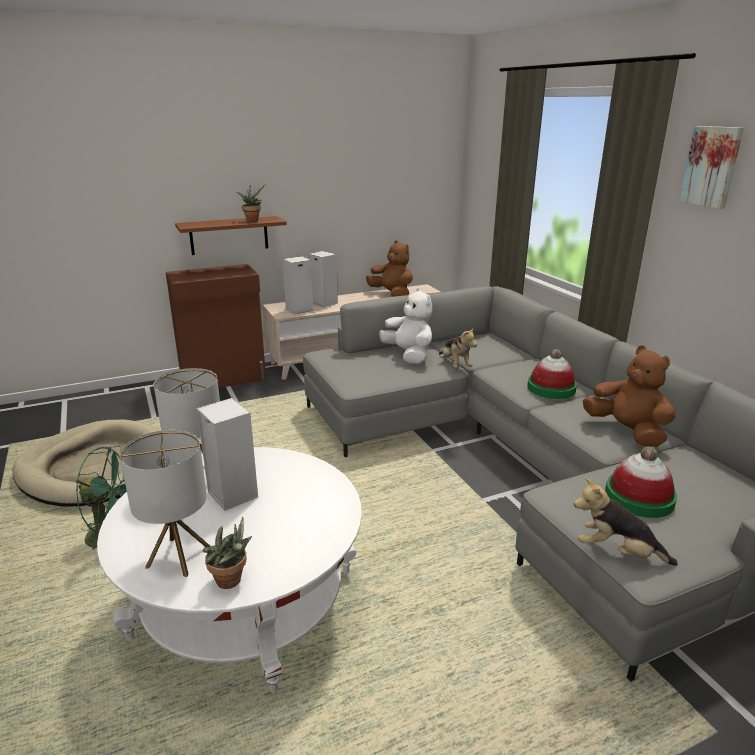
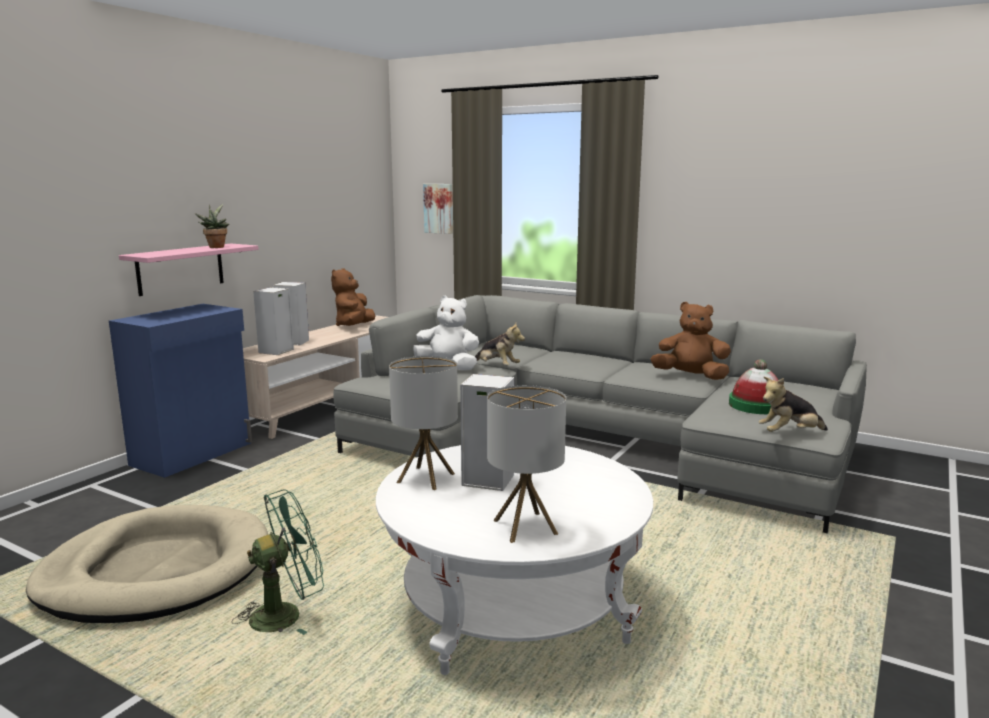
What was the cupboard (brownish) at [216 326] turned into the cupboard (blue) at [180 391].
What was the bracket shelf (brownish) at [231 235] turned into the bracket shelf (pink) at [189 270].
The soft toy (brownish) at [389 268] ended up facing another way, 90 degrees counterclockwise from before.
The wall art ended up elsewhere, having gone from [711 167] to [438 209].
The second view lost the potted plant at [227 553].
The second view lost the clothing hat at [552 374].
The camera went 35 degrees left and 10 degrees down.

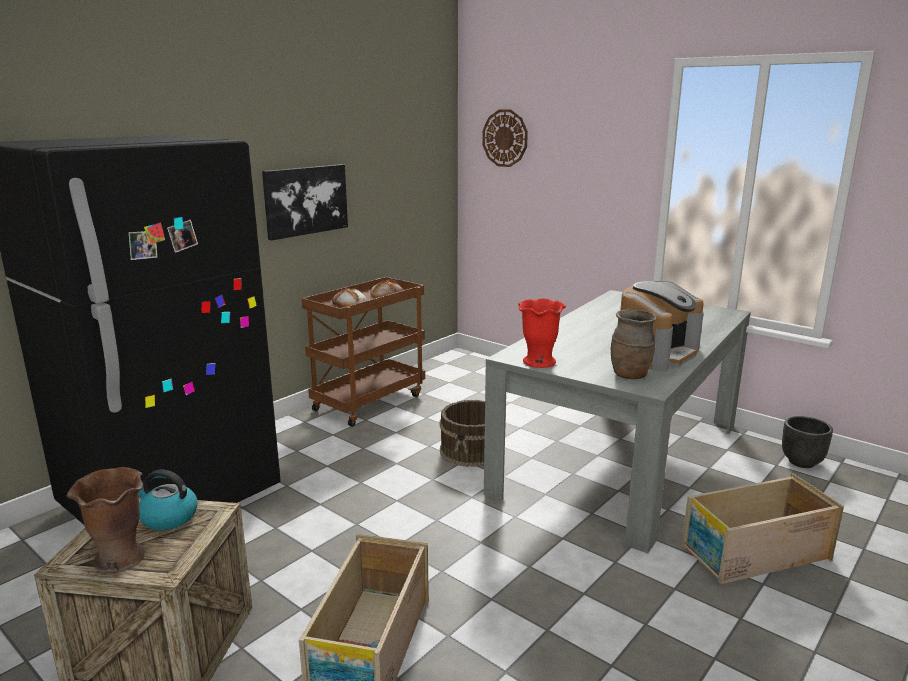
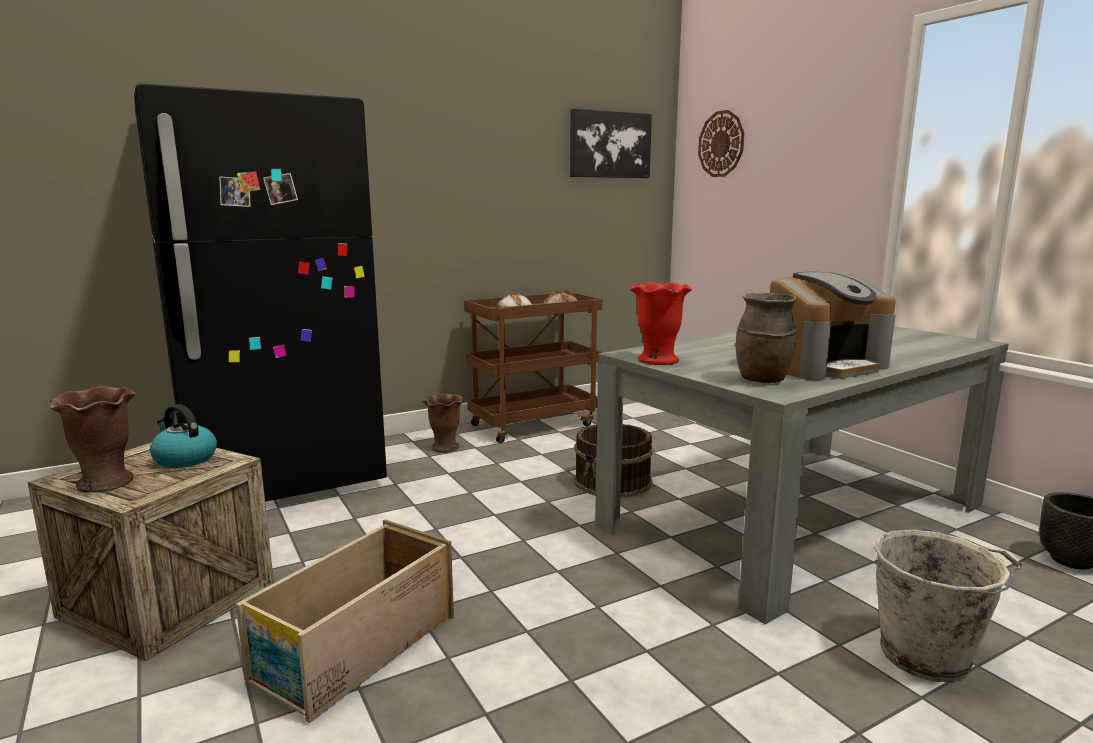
The second view gained the vase (brownish) at [443 422].
The wall art ended up elsewhere, having gone from [305 202] to [611 143].
Where the shipping crate stood at [762 529], the pail (grey) came to stand at [948 605].
The camera went 20 degrees right and 5 degrees down.

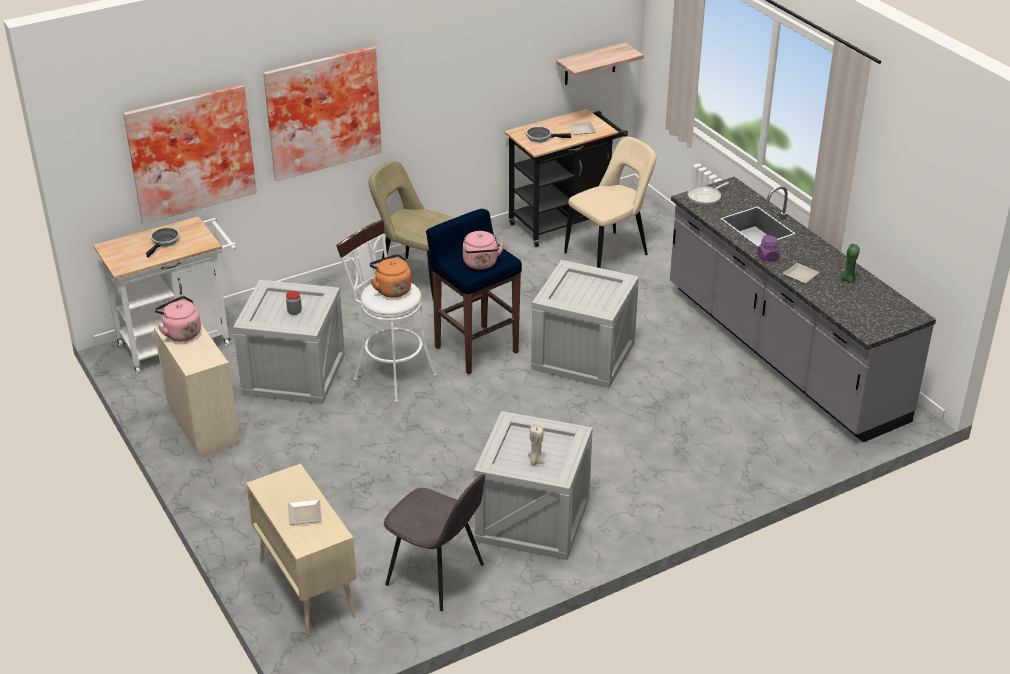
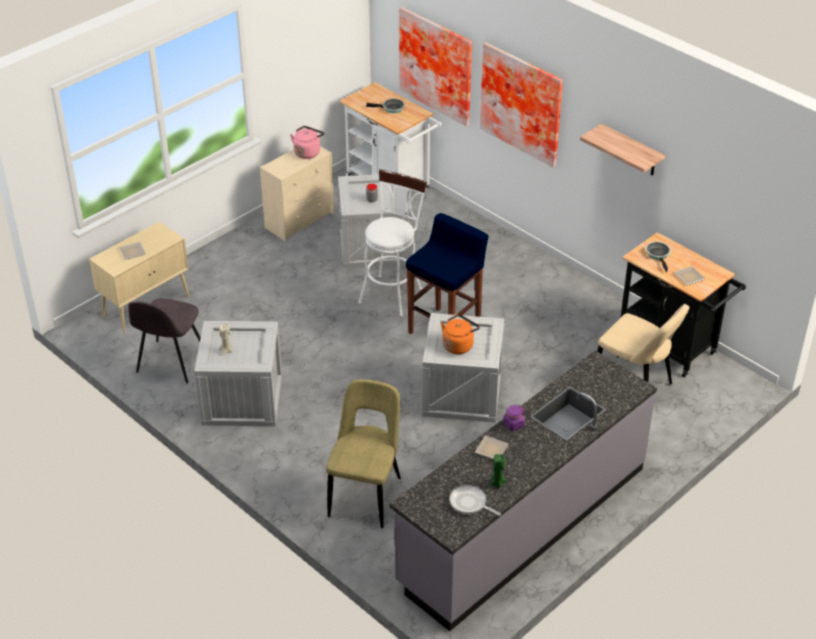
The chair (beige-coloured) ended up elsewhere, having gone from [411 230] to [363 453].
The water kettle (orangey) ended up elsewhere, having gone from [390 276] to [460 334].
The skillet ended up elsewhere, having gone from [708 194] to [475 500].
The bracket shelf ended up elsewhere, having gone from [600 63] to [622 150].
The second view lost the water kettle (pink) at [484 250].
The camera went 75 degrees right and 5 degrees up.

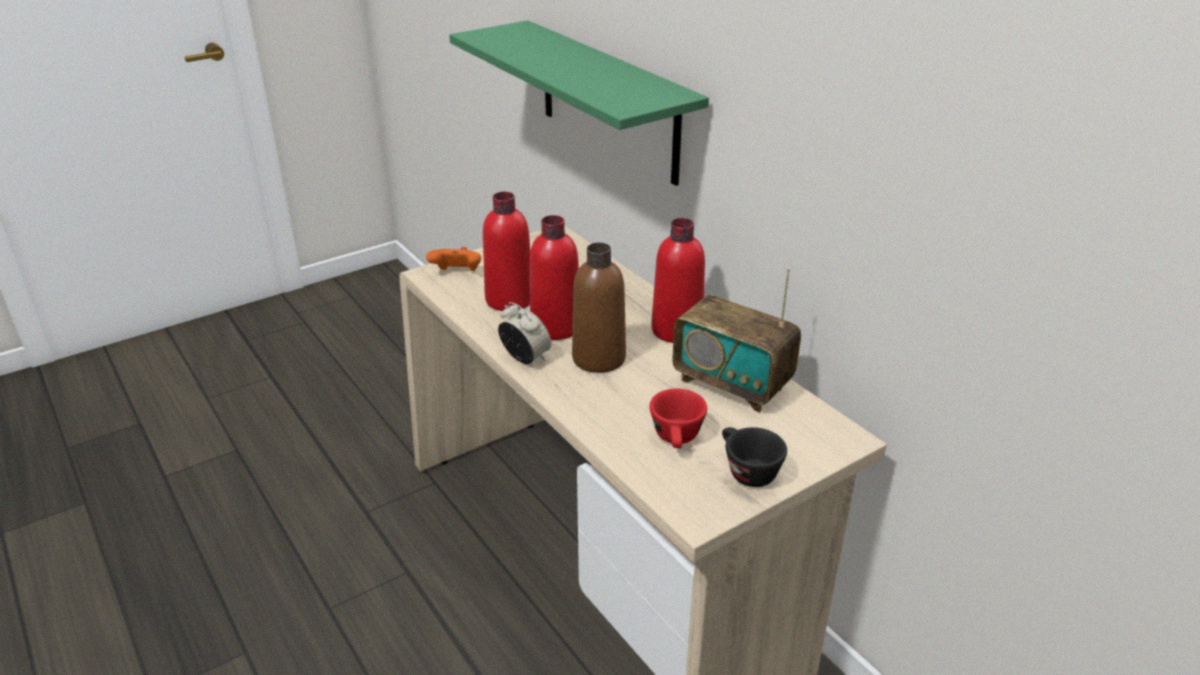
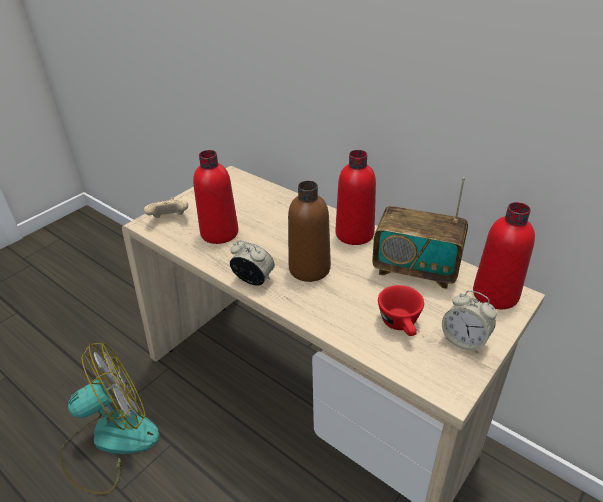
The second view gained the cooling fan at [109 419].
What was the gamepad (orangey) at [453 259] turned into the gamepad (beige-coloured) at [166 208].
Where the small cup (black) stood at [754 457], the table clock came to stand at [469 321].
The bottle (red) ended up elsewhere, having gone from [554 277] to [504 255].
The second view lost the bracket shelf (green-coloured) at [579 103].
The camera went 15 degrees left and 5 degrees up.

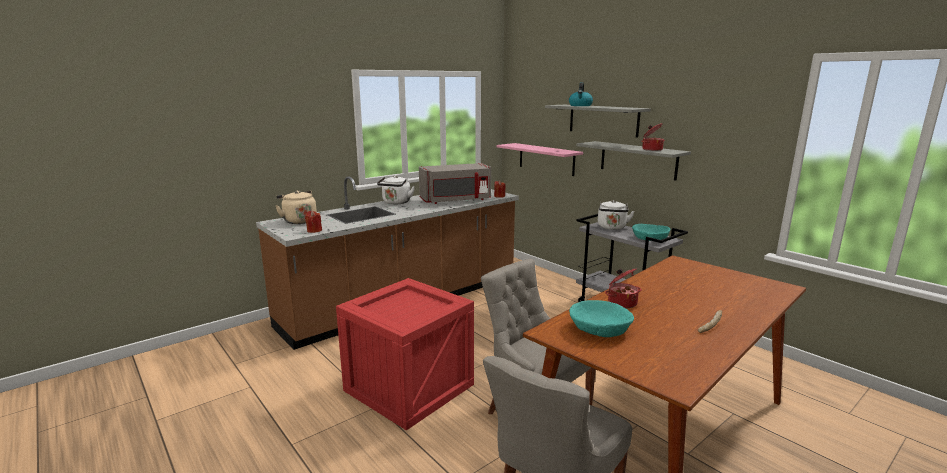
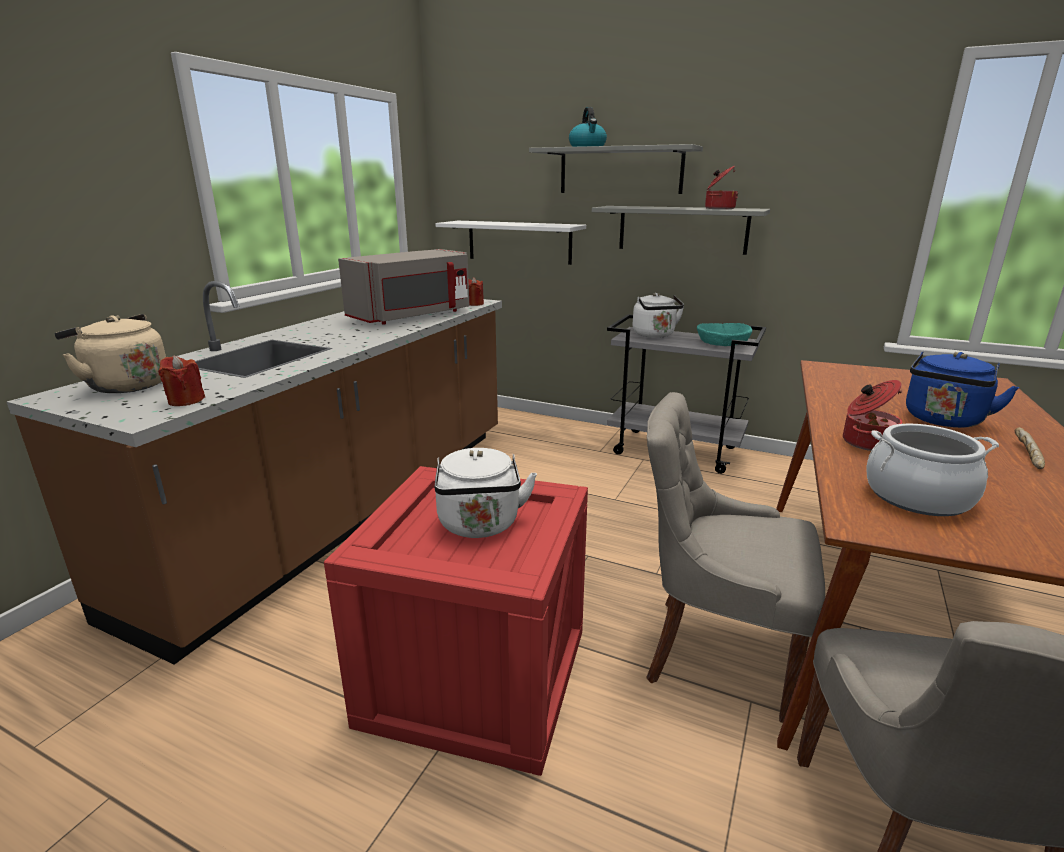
What was the bracket shelf (pink) at [539 159] turned into the bracket shelf (white) at [510 243].
The water kettle (white) ended up elsewhere, having gone from [396 189] to [486 493].
Where the bowl (blue-green) stood at [601 318], the saucepot came to stand at [932 470].
The second view gained the water kettle (blue) at [962 389].
The camera went 25 degrees left and 5 degrees up.

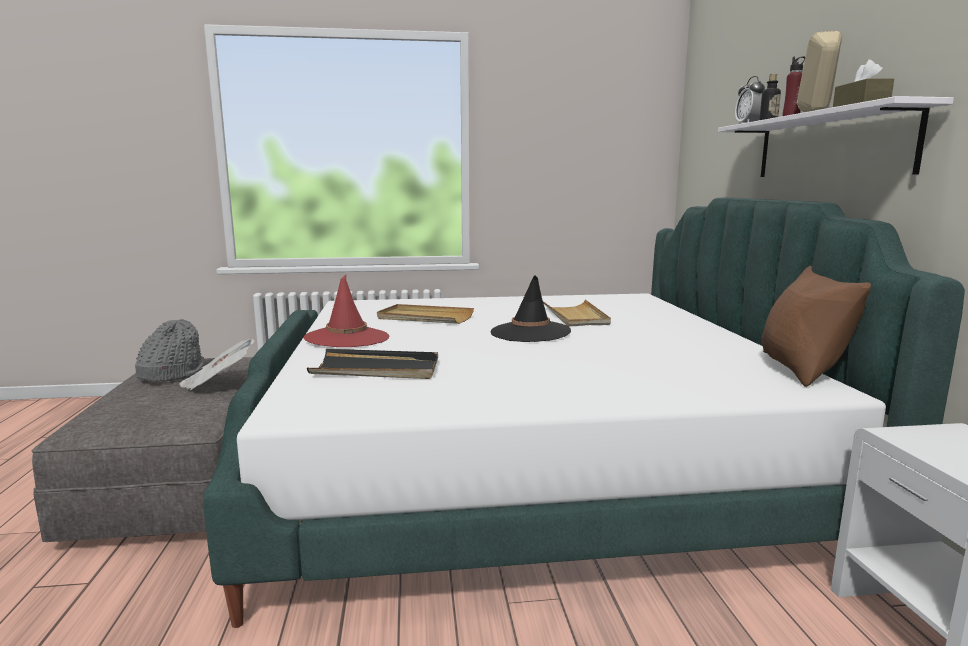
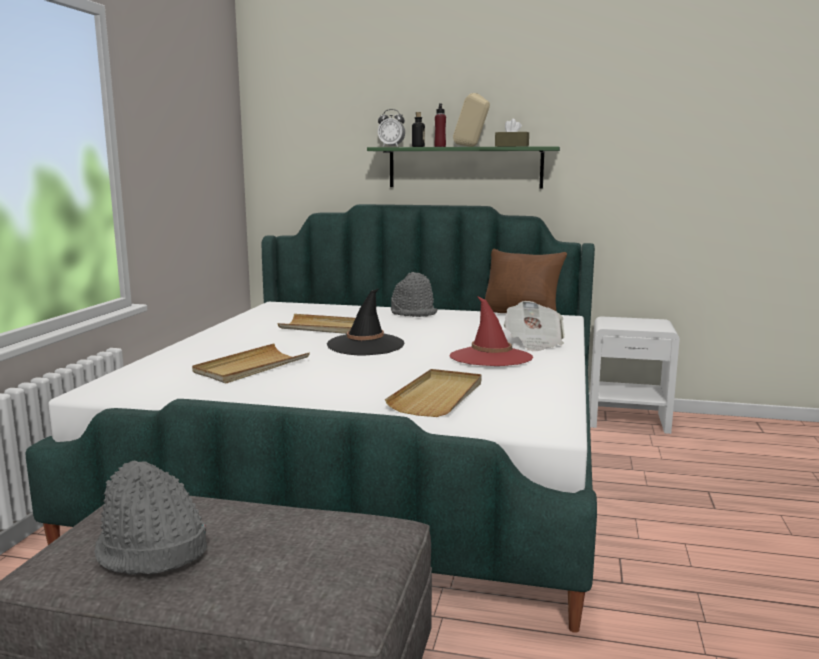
What was the bracket shelf (white) at [836 136] turned into the bracket shelf (green-coloured) at [463 167].
What was the tray (black) at [372 364] turned into the tray (beige-coloured) at [433 393].
The second view gained the clothing hat (grey) at [414 294].
The clothing hat (red) ended up elsewhere, having gone from [346 310] to [491 331].
The printed paper ended up elsewhere, having gone from [217 365] to [534 326].
The camera went 70 degrees left and 0 degrees up.

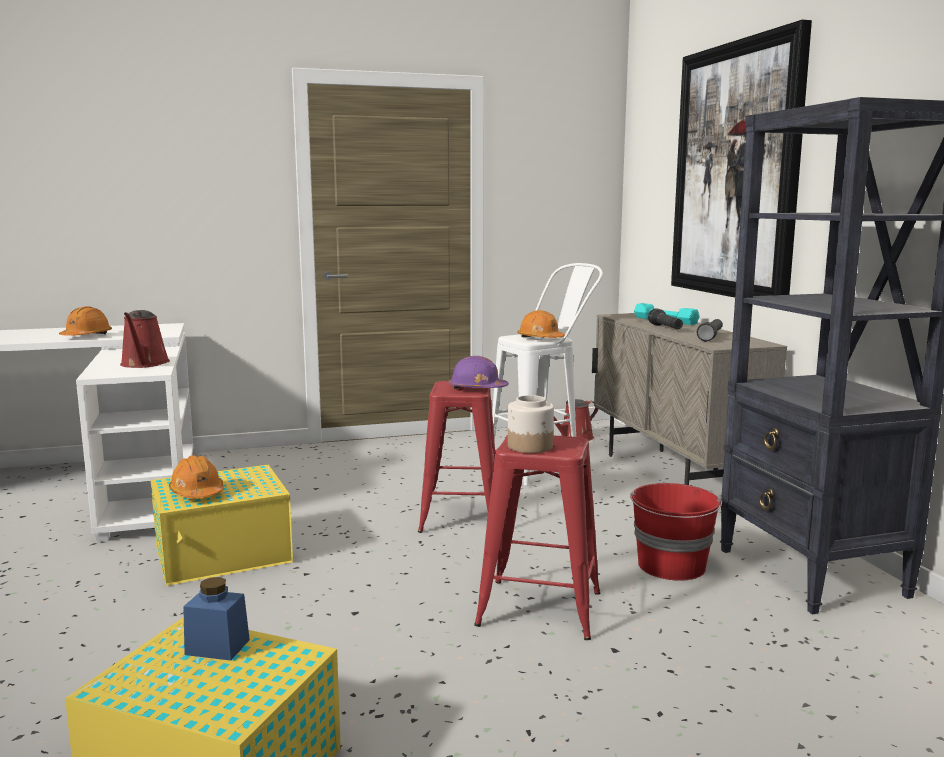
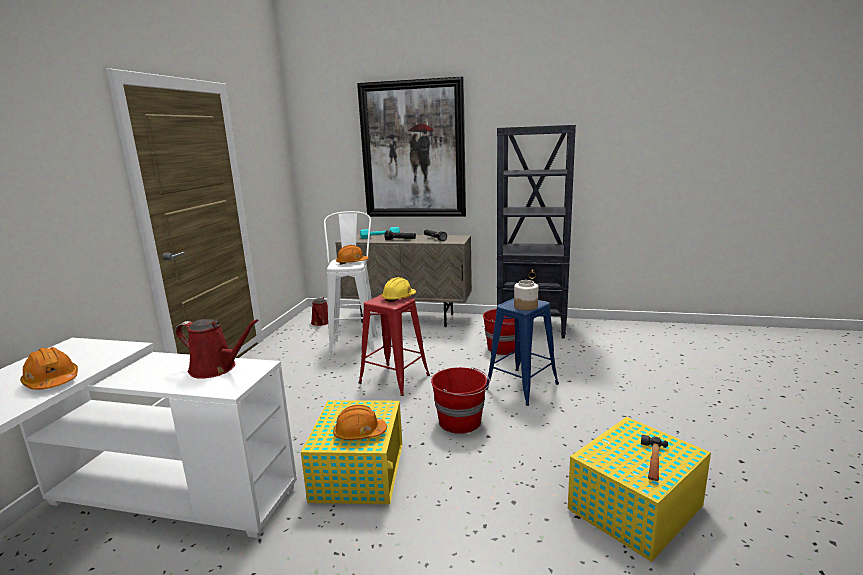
What was the safety helmet (purple-coloured) at [479 372] turned into the safety helmet (yellowish) at [398 289].
The second view gained the pail (red) at [460 400].
What was the stool seat (red) at [537 537] turned into the stool seat (blue) at [522 352].
The second view gained the hand hammer at [654 458].
The second view lost the preserve jar (blue) at [216 619].
The camera went 60 degrees left and 5 degrees up.

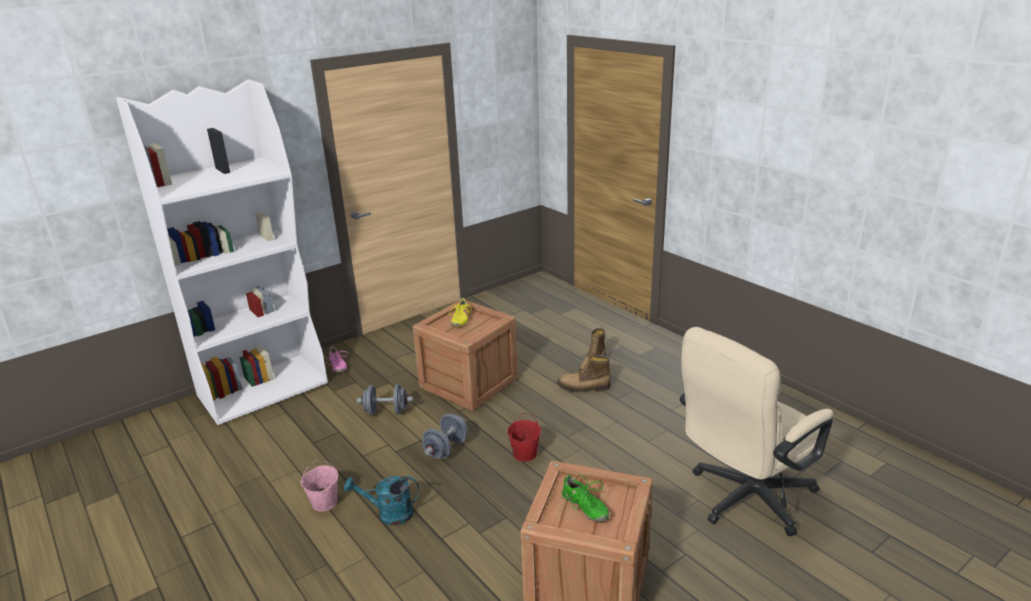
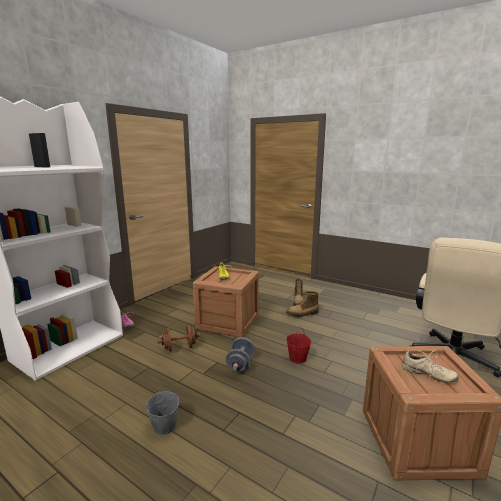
What was the pail (pink) at [319 486] turned into the pail (grey) at [162 410].
What was the dumbbell (grey) at [385 399] turned into the dumbbell (brownish) at [178 338].
What was the item of footwear (green-coloured) at [586 498] turned into the item of footwear (beige-coloured) at [430 366].
The second view lost the sprinkling can (blue-green) at [381 500].
The camera went 20 degrees left and 10 degrees down.

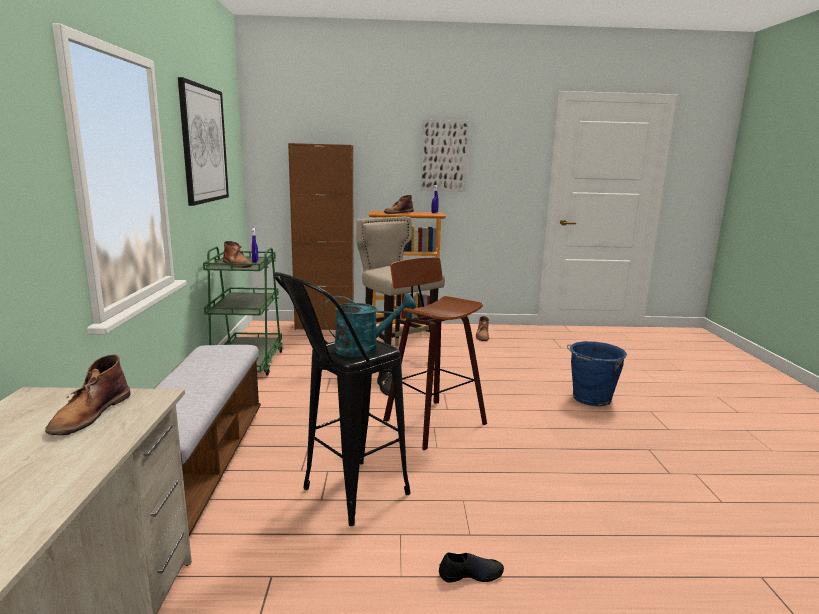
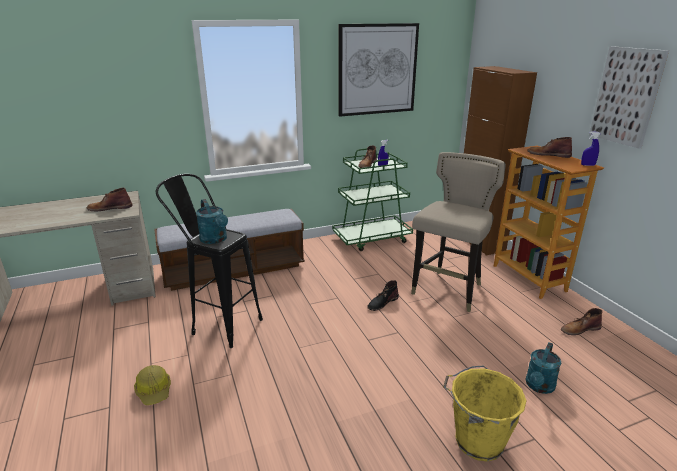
Where the item of footwear (black) stood at [471 567], the safety helmet came to stand at [152 385].
What was the pail (blue) at [597 373] turned into the pail (yellowish) at [485 414].
The second view gained the sprinkling can (blue-green) at [543 368].
The second view lost the stool seat at [435 353].
The camera went 70 degrees right and 10 degrees up.

